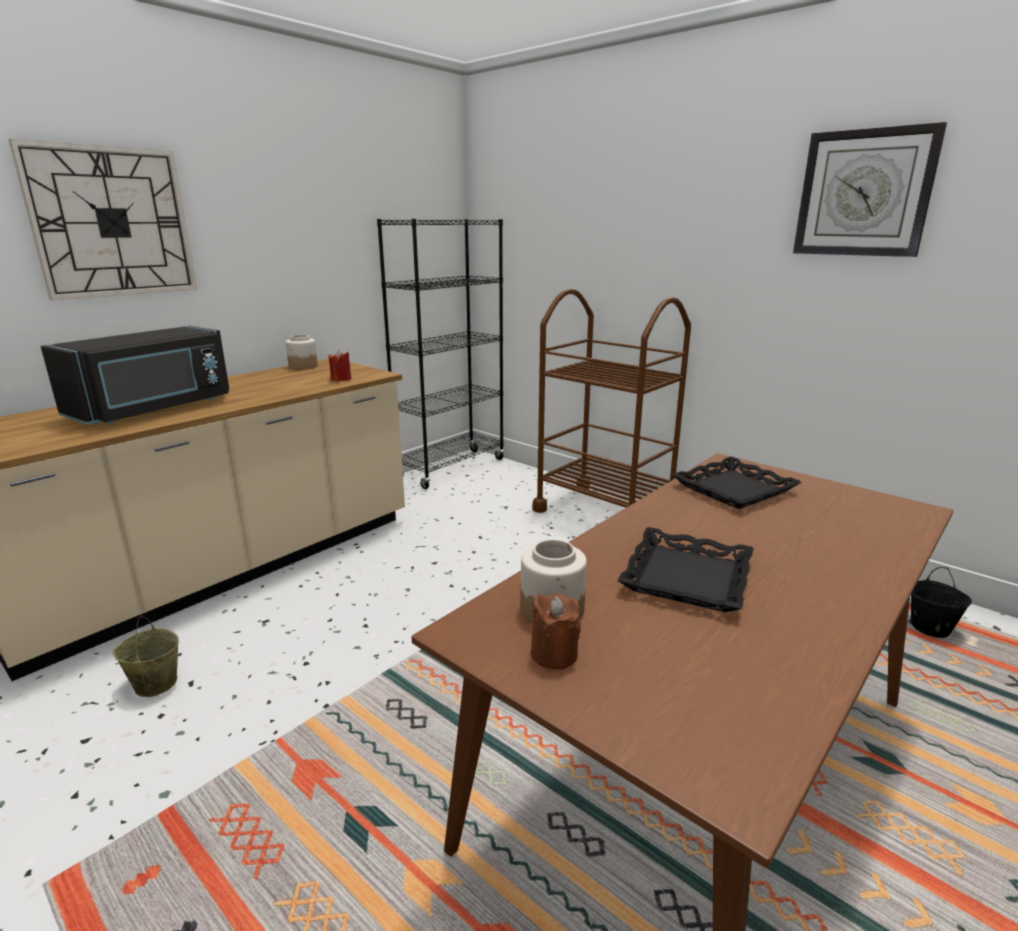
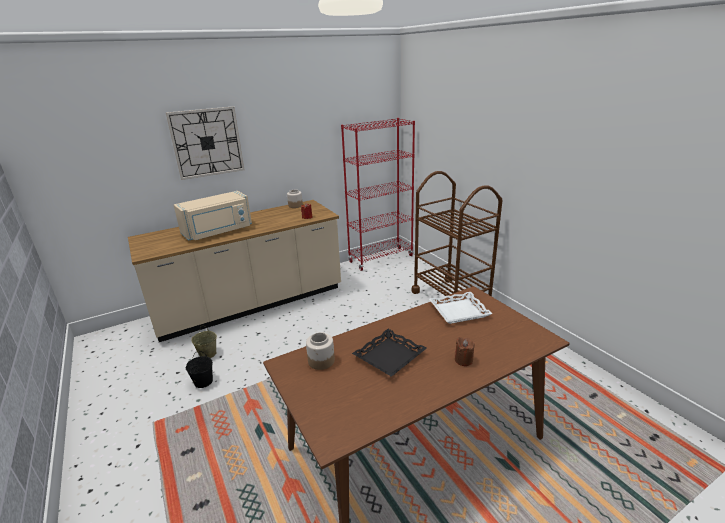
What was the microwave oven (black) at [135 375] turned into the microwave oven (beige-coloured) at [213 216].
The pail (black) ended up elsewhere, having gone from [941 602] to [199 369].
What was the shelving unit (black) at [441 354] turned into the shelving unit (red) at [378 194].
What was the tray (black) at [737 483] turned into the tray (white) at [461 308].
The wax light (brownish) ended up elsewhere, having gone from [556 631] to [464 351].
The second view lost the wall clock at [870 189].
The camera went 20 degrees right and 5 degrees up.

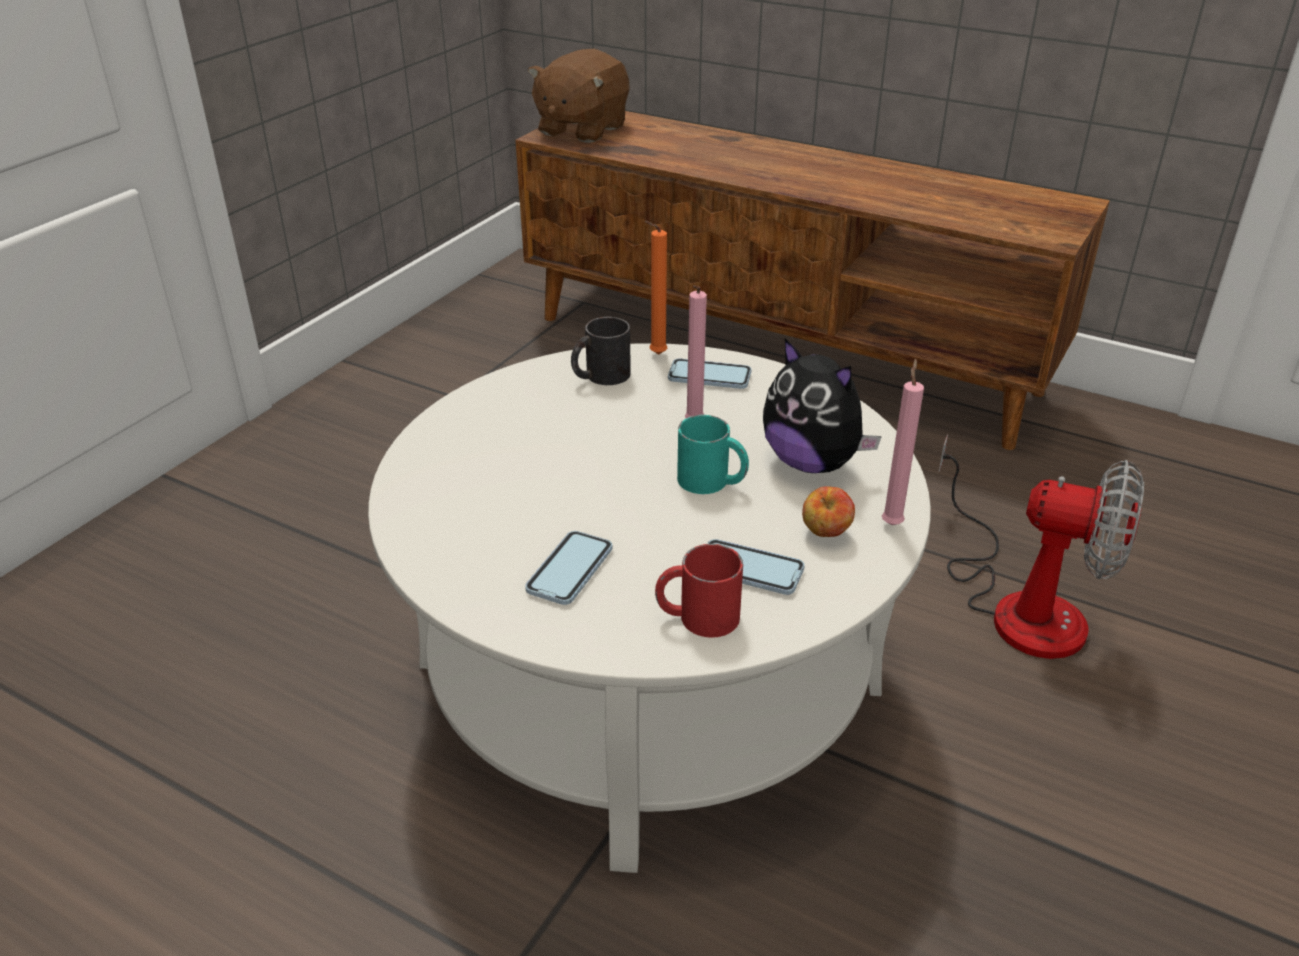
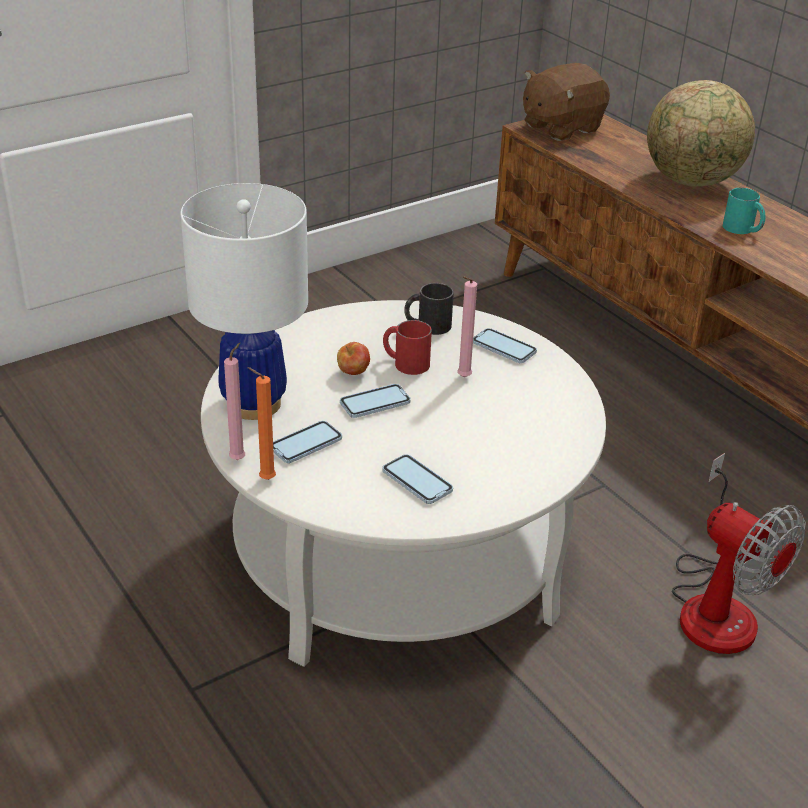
The second view gained the lamp for a table (white) at [244 301].
The wax light (pink) ended up elsewhere, having gone from [903 442] to [234 401].
The wax light (orangey) ended up elsewhere, having gone from [656 288] to [261 423].
The whole apple ended up elsewhere, having gone from [828 511] to [353 358].
The second view gained the telephone at [375 401].
The tea mug (red) ended up elsewhere, having gone from [699 591] to [407 347].
The second view gained the desk globe at [701 133].
The tea mug (blue-green) ended up elsewhere, having gone from [713 454] to [744 211].
The second view lost the soft toy at [822 406].
The camera went 25 degrees right and 0 degrees up.

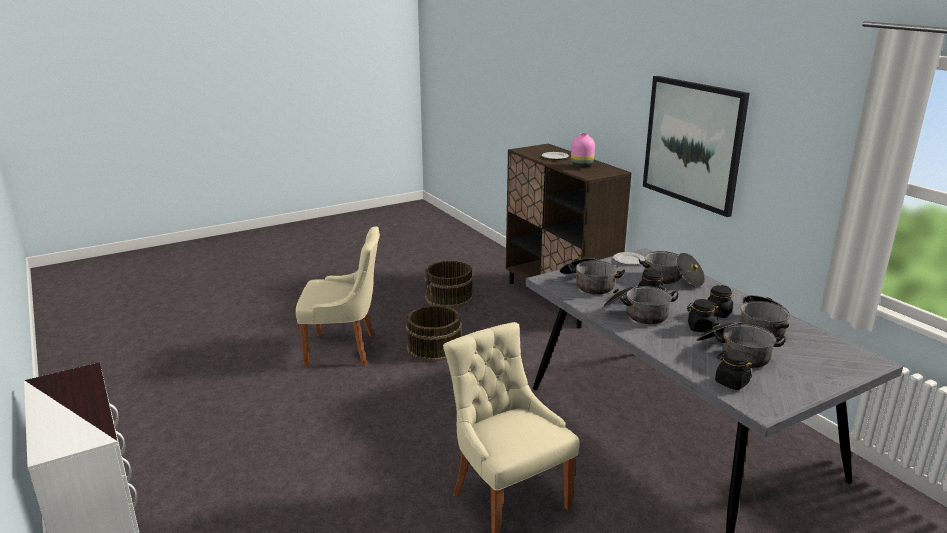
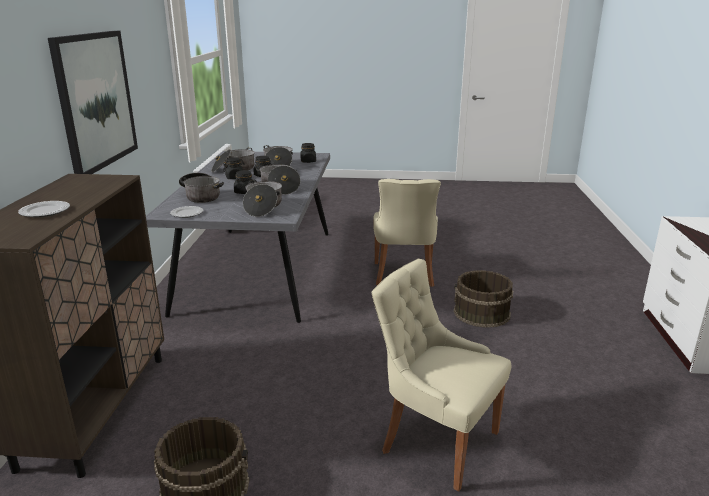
The pail (brownish) ended up elsewhere, having gone from [434 333] to [483 299].
The second view lost the vase (pink) at [583 150].
The camera went 145 degrees left and 0 degrees up.

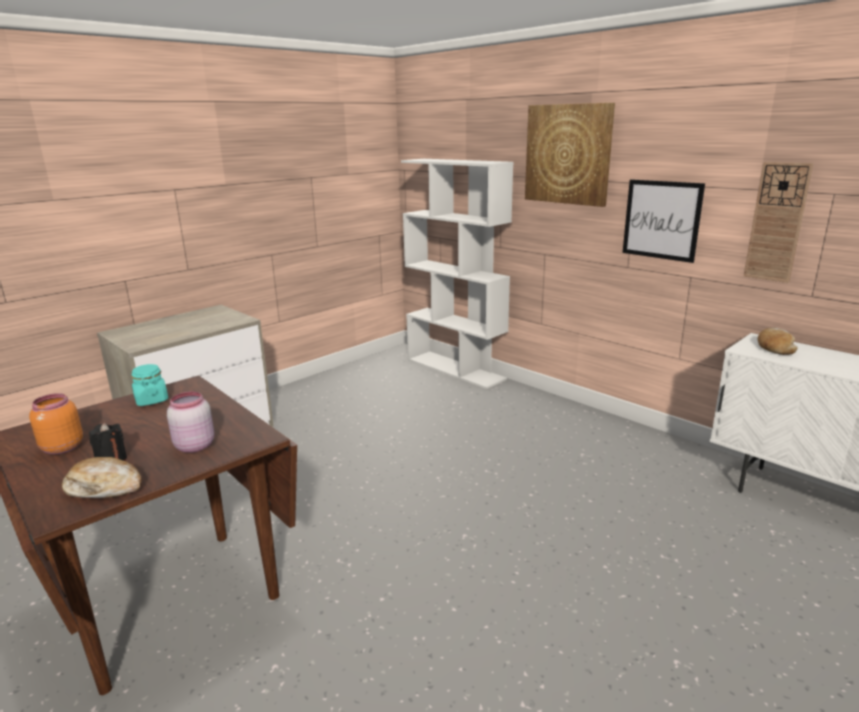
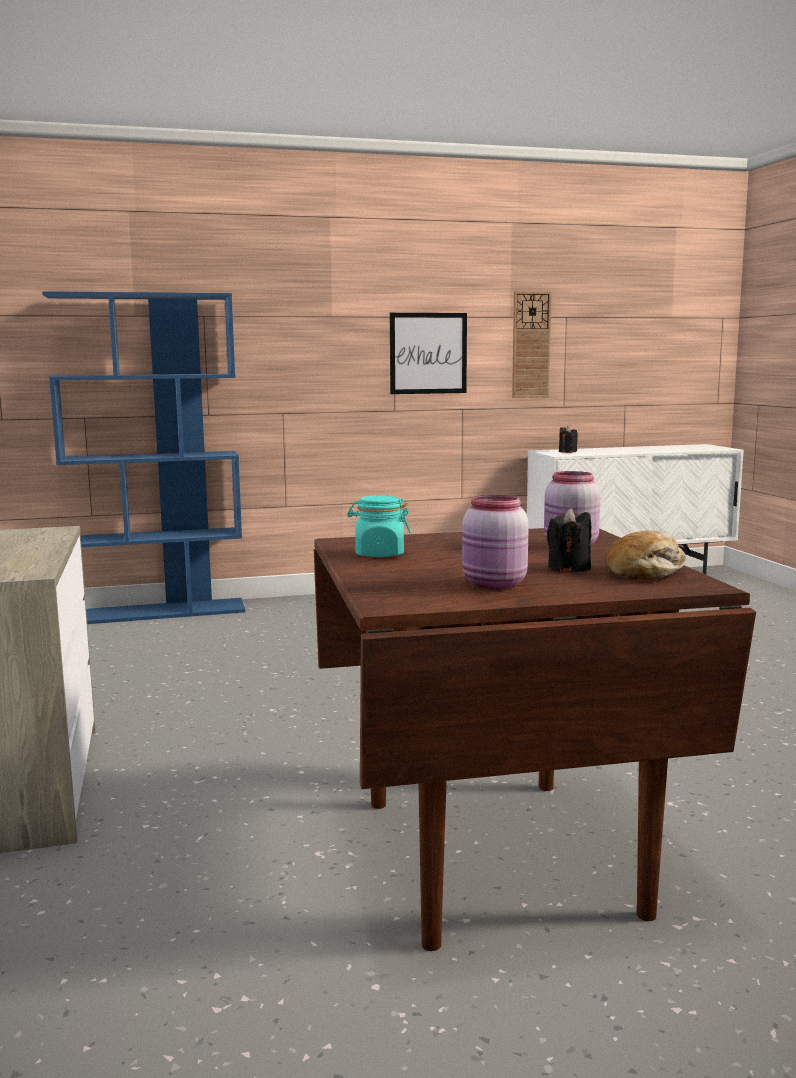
What was the shelving unit (white) at [457 274] turned into the shelving unit (blue) at [143 457].
What was the preserve jar (orangey) at [56 423] turned into the preserve jar (pink) at [495 542].
Where the baked bread stood at [778 341], the wax light (black) came to stand at [568 439].
The second view lost the wall art at [570 155].
The camera went 60 degrees left and 10 degrees down.

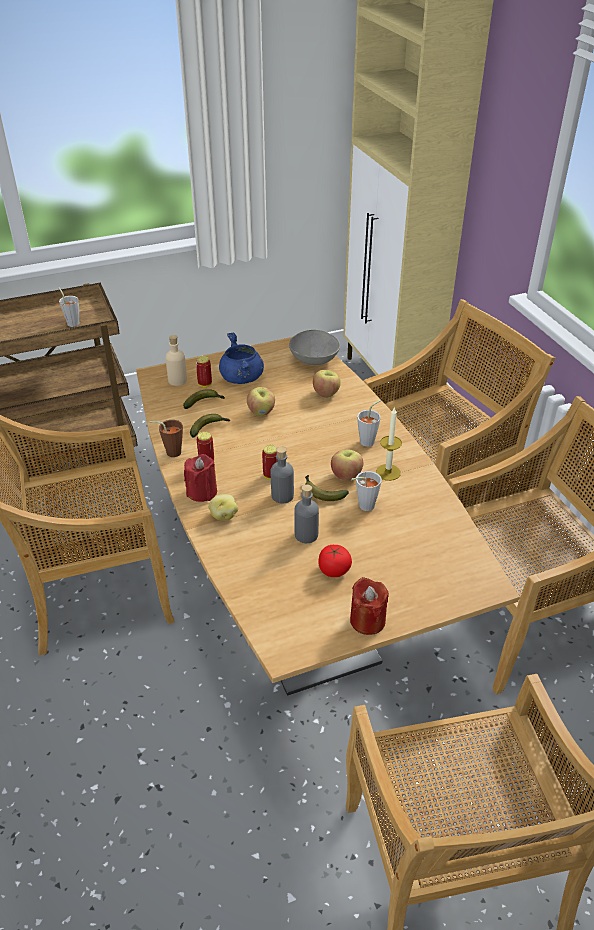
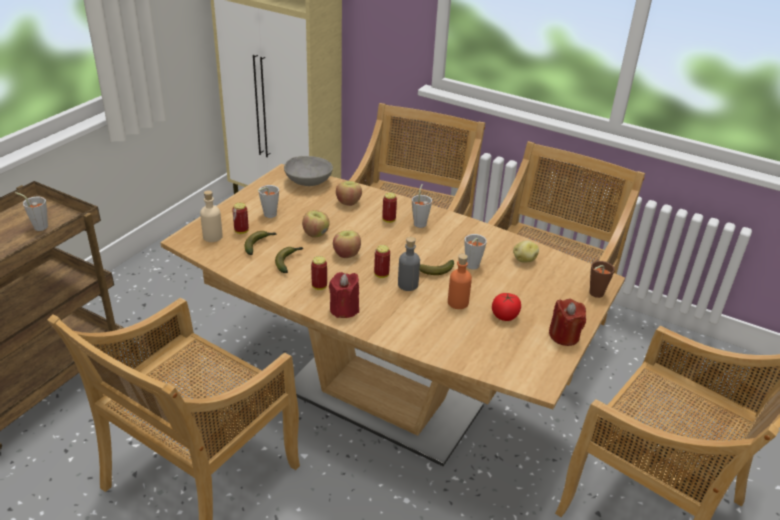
Where the saucepot (blue) stood at [241 358], the small cup (grey) came to stand at [268 201].
The whole apple ended up elsewhere, having gone from [347 464] to [347 244].
The second view gained the metal can at [389 207].
What was the bottle (grey) at [307 513] turned into the bottle (orangey) at [460 281].
The spud ended up elsewhere, having gone from [223 507] to [526 251].
The small cup (brownish) ended up elsewhere, having gone from [166 438] to [602 279].
The second view lost the wax light at [389 444].
The camera went 40 degrees left and 5 degrees down.

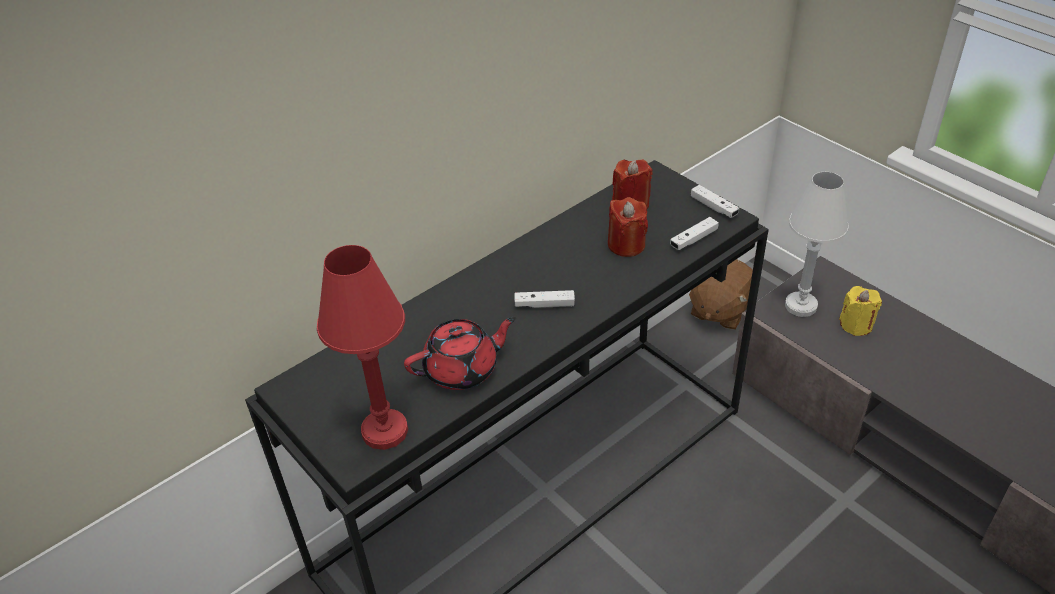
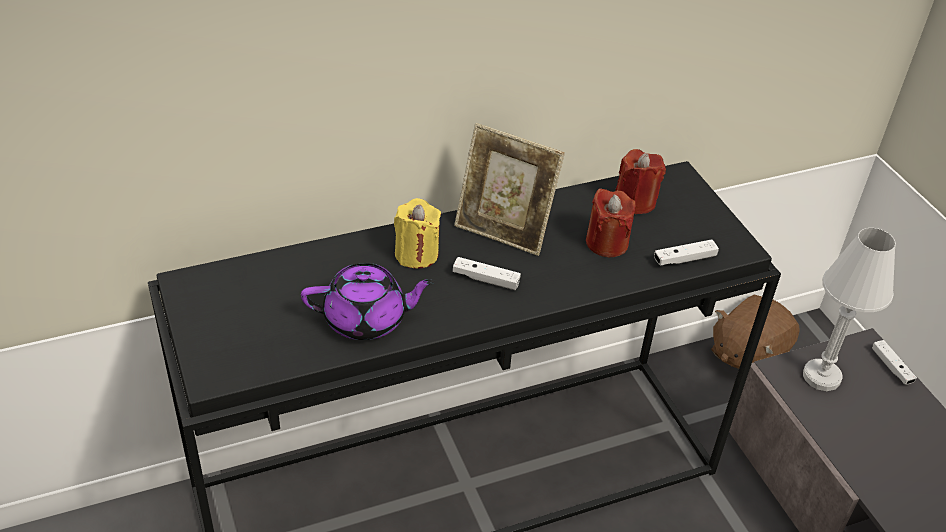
What was the teapot (red) at [460 353] turned into the teapot (purple-coloured) at [368 301].
The wax light (yellowish) ended up elsewhere, having gone from [860 311] to [417 233].
The second view gained the photo frame at [509 189].
The gamepad (white) ended up elsewhere, having gone from [715 201] to [894 362].
The second view lost the lamp for a table (red) at [362 347].
The camera went 15 degrees right and 0 degrees up.

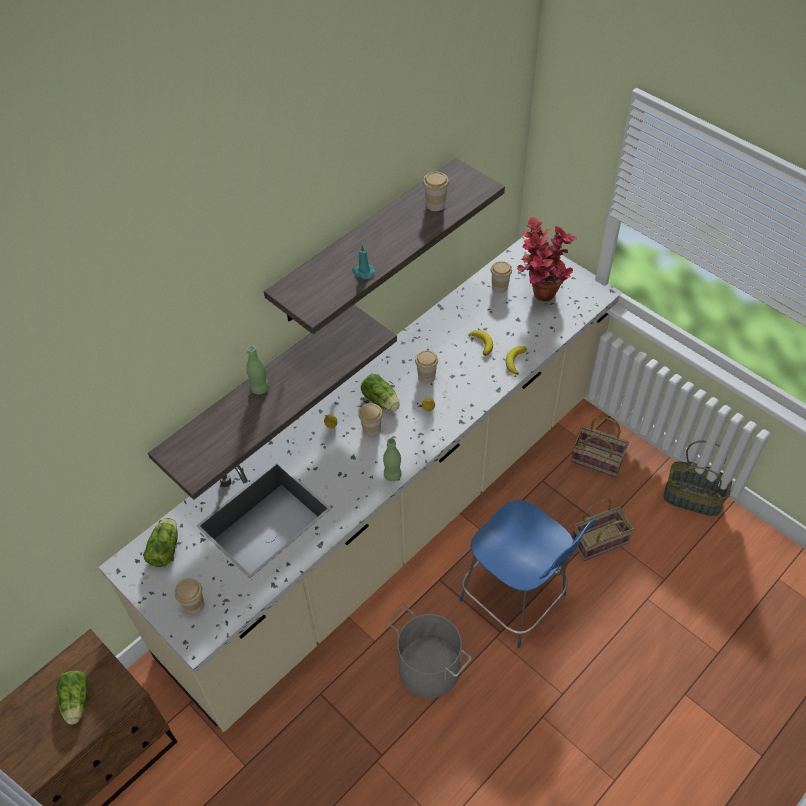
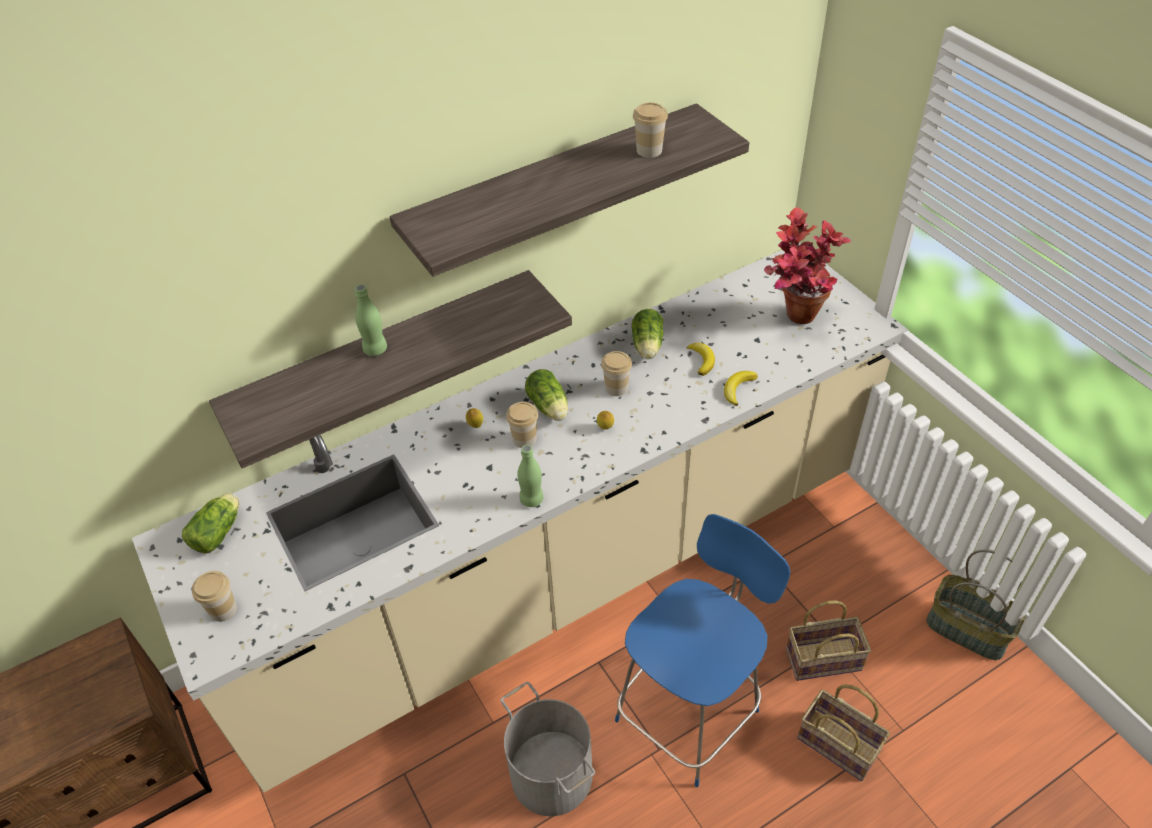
The chair (blue) at [527 574] ended up facing another way, 105 degrees counterclockwise from before.
The head of lettuce ended up elsewhere, having gone from [72 698] to [648 334].
The storage basket ended up elsewhere, having gone from [600 446] to [843 732].
The second view lost the wax light (blue-green) at [363 262].
The second view lost the small cup at [501 277].
The camera went 15 degrees right and 5 degrees down.

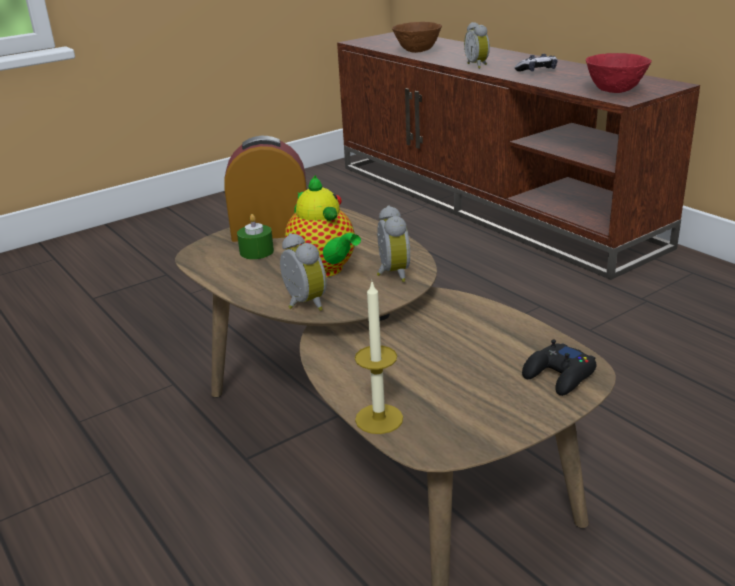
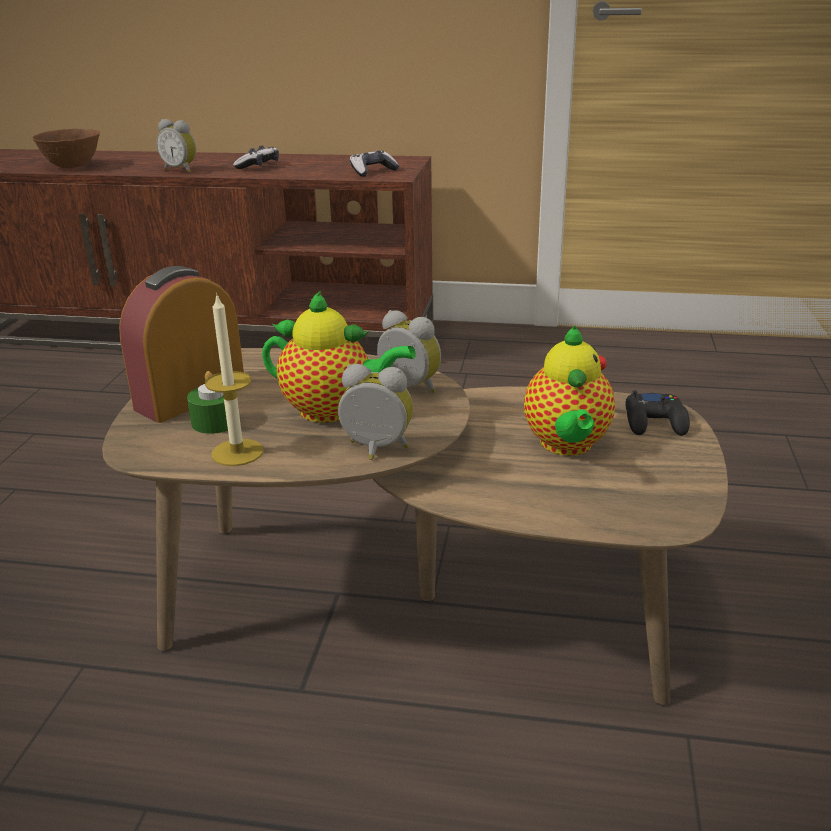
The wax light ended up elsewhere, having gone from [379 358] to [234 379].
Where the bowl (red) stood at [619 73], the gamepad came to stand at [375 164].
The second view gained the teapot at [569 390].
The camera went 45 degrees left and 0 degrees up.

